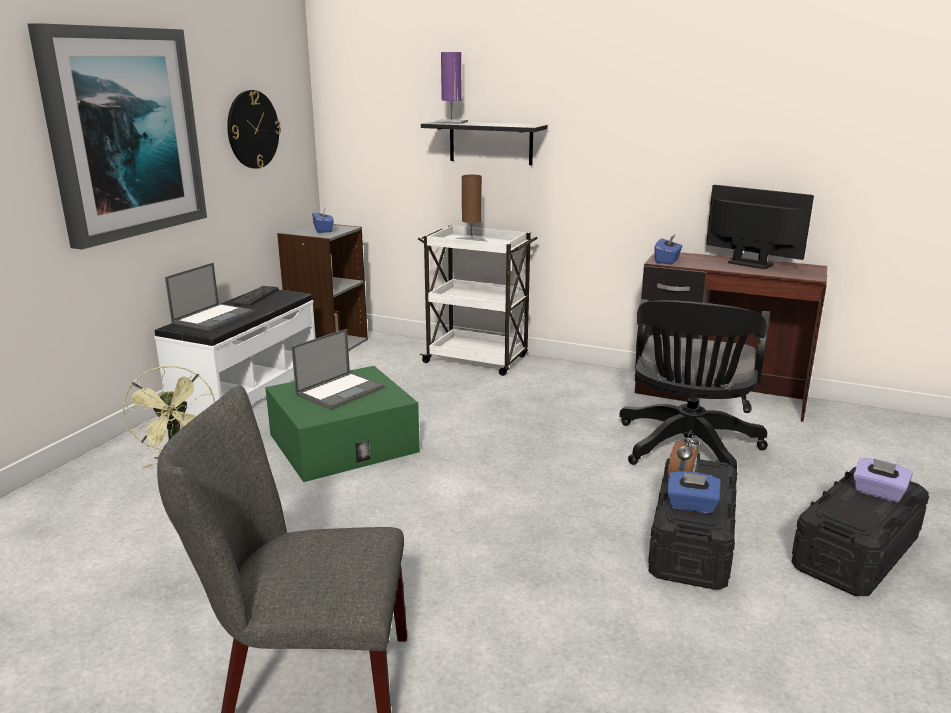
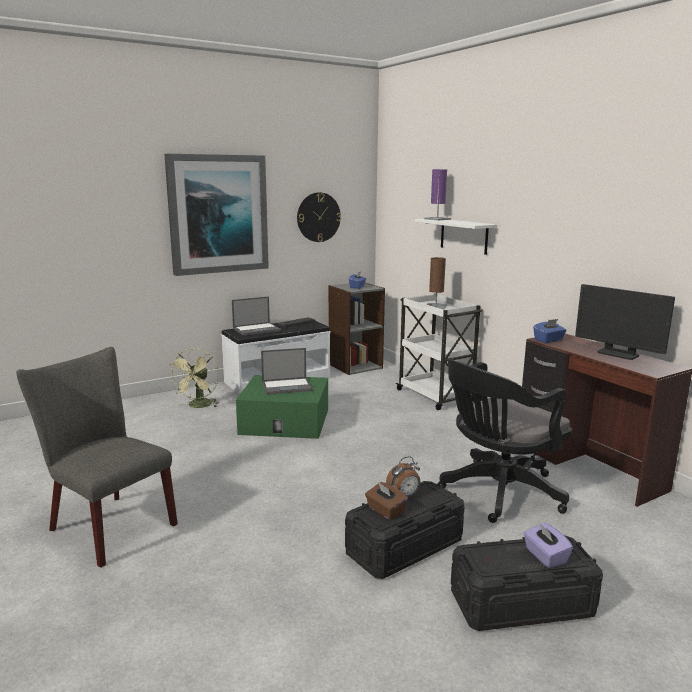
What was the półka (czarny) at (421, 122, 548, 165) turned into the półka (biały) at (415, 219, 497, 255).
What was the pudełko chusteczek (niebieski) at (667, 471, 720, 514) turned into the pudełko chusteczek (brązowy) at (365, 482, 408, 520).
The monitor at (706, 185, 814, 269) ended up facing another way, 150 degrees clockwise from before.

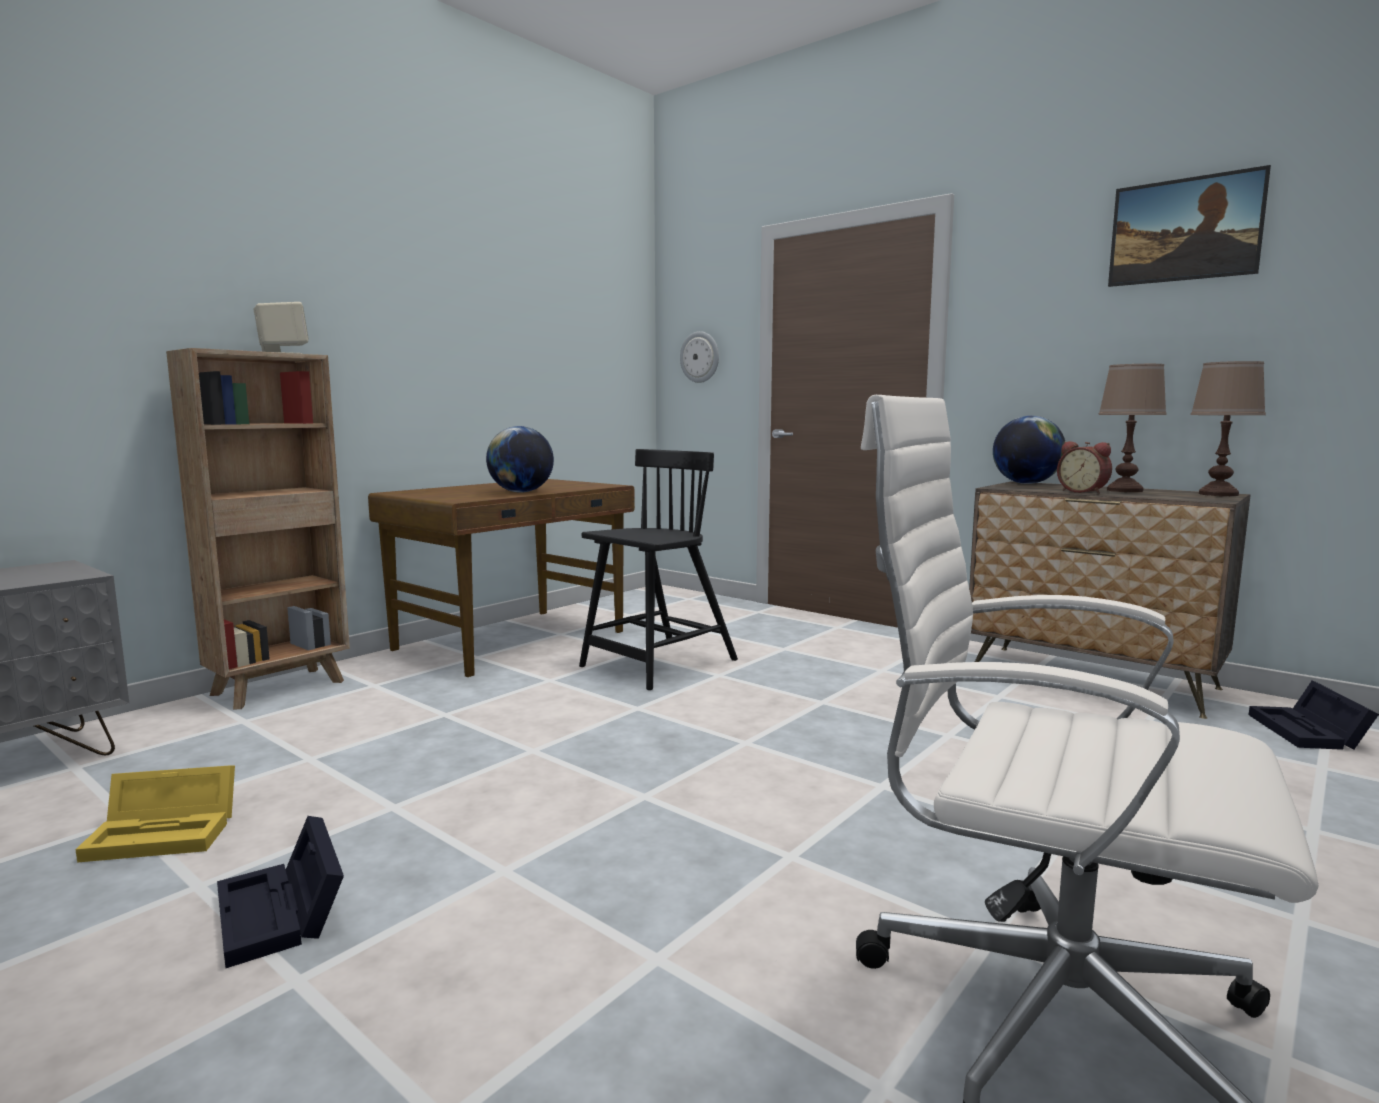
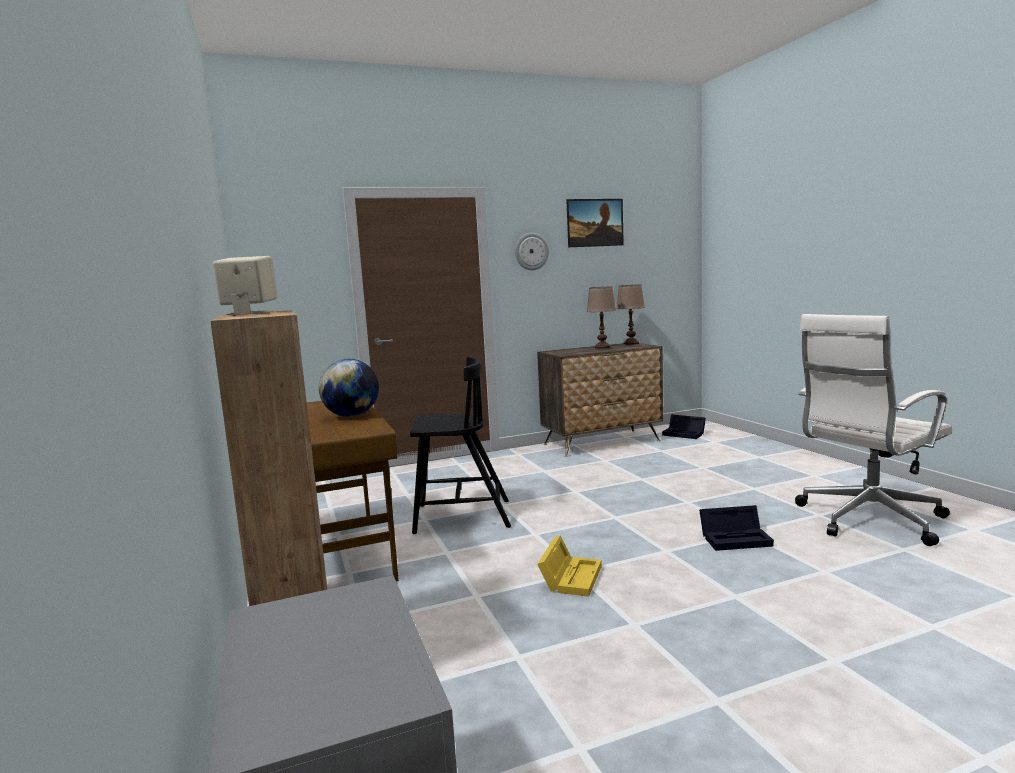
The second view lost the globus at (993, 416, 1065, 484).
The second view lost the budzik at (1057, 441, 1112, 494).
The pojemnik do przechowywania (żółty) ended up elsewhere, having gone from (75, 765, 235, 862) to (537, 535, 602, 597).
The pojemnik do przechowywania (czarny) ended up elsewhere, having gone from (217, 816, 344, 968) to (699, 505, 774, 551).
The zegar ścienny ended up elsewhere, having gone from (680, 331, 719, 383) to (515, 233, 549, 270).
The krzesło (czarny) at (579, 449, 738, 690) ended up facing another way, 105 degrees clockwise from before.

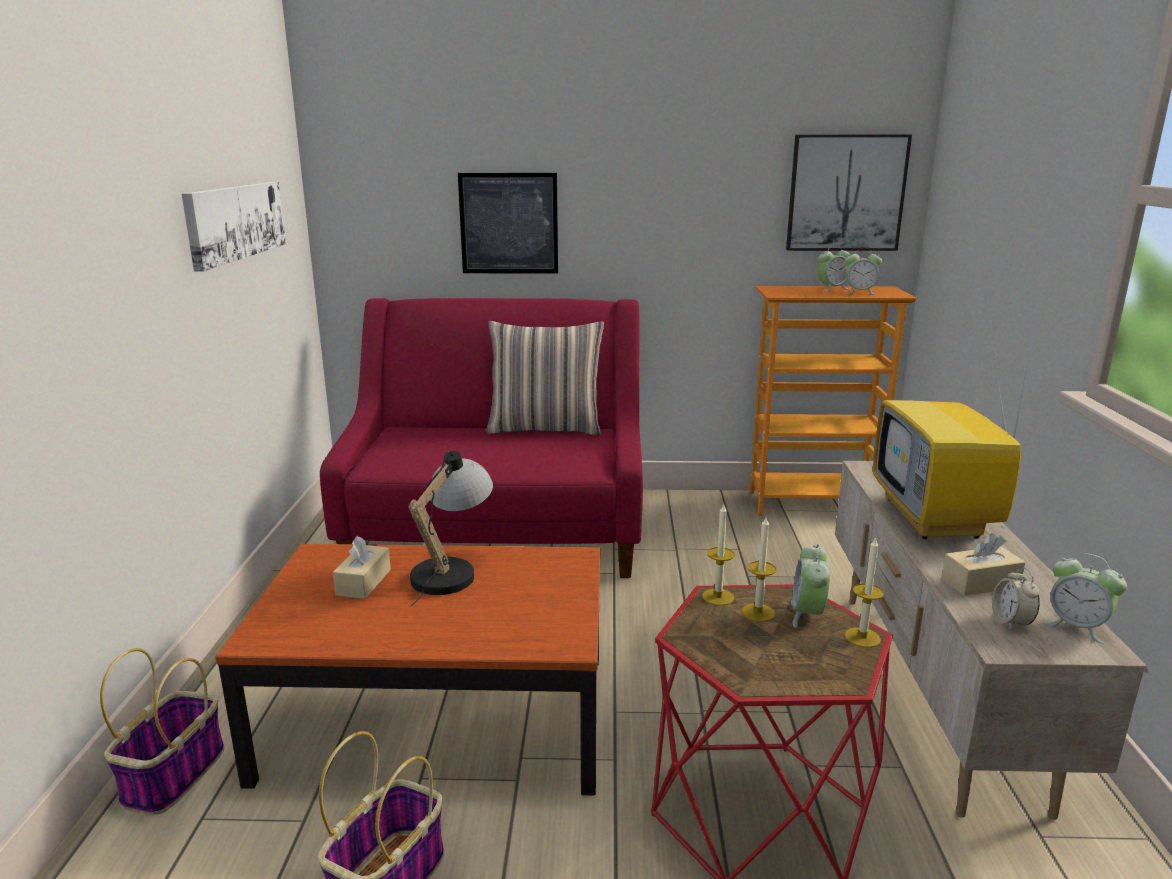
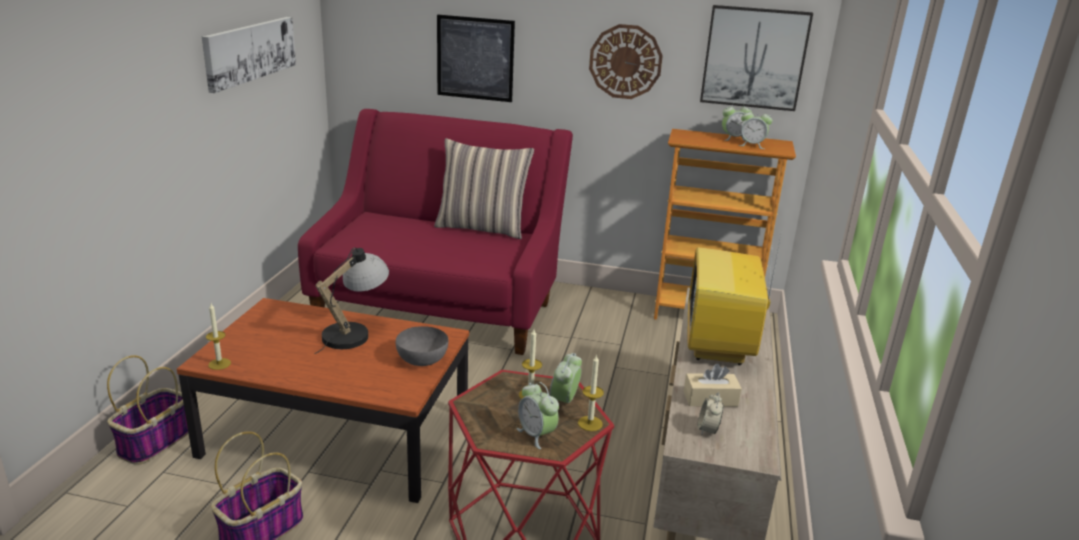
The second view lost the pudełko chusteczek (beżowy) at (333, 536, 391, 599).
The second view gained the miska (szary) at (396, 326, 448, 366).
The second view gained the zegar ścienny at (589, 24, 663, 99).
The świeca ended up elsewhere, having gone from (702, 504, 735, 606) to (206, 304, 231, 370).
The budzik ended up elsewhere, having gone from (1044, 553, 1127, 644) to (517, 382, 559, 449).

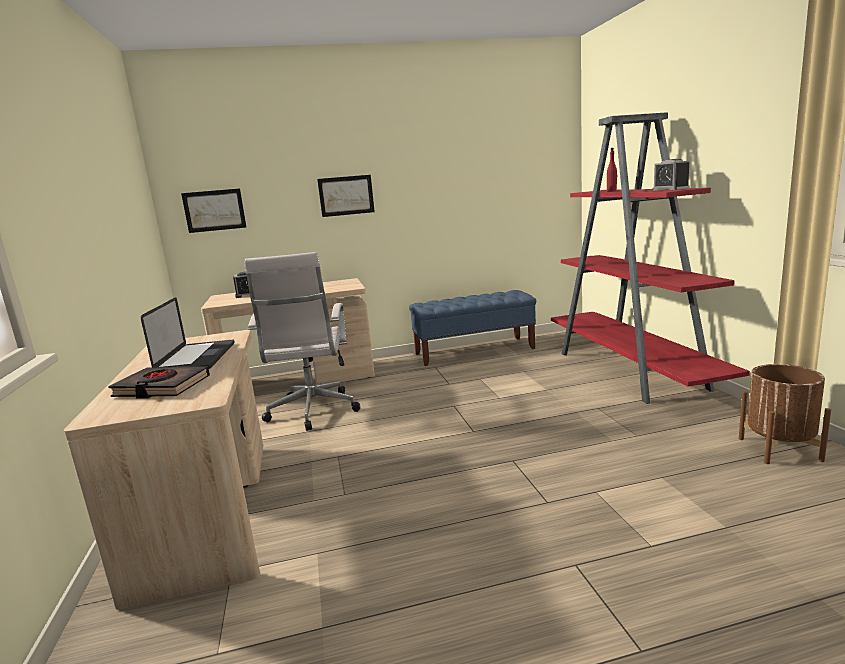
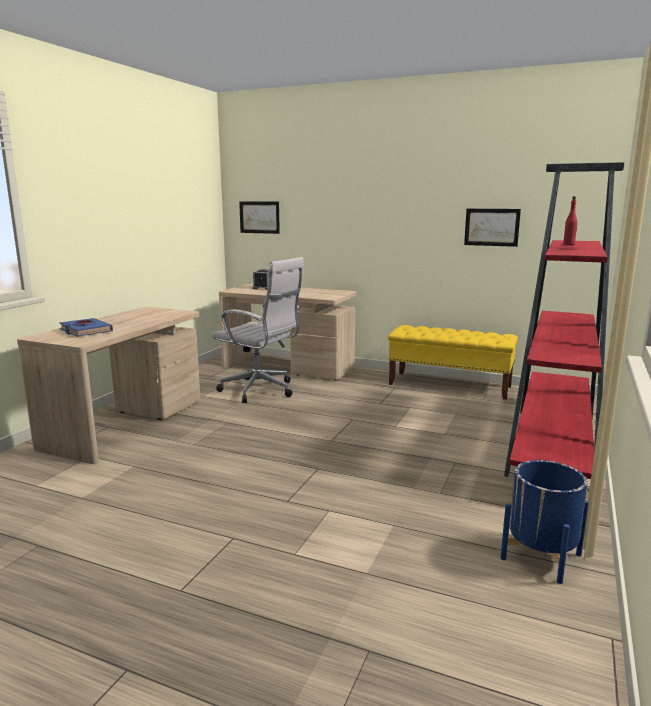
The second view lost the laptop at (141, 297, 235, 369).
The second view lost the budzik at (652, 159, 690, 191).
The obraz ended up elsewhere, having gone from (317, 175, 375, 217) to (464, 209, 521, 247).
What was the książka (czarny) at (108, 366, 210, 399) turned into the książka (niebieski) at (59, 318, 113, 337).
What was the ławka (niebieski) at (409, 290, 536, 366) turned into the ławka (żółty) at (388, 325, 518, 400).
What was the donica (brązowy) at (739, 364, 831, 464) turned into the donica (niebieski) at (501, 460, 589, 584).
The krzesło biurowe (biały) at (244, 252, 360, 431) ended up facing another way, 90 degrees counterclockwise from before.

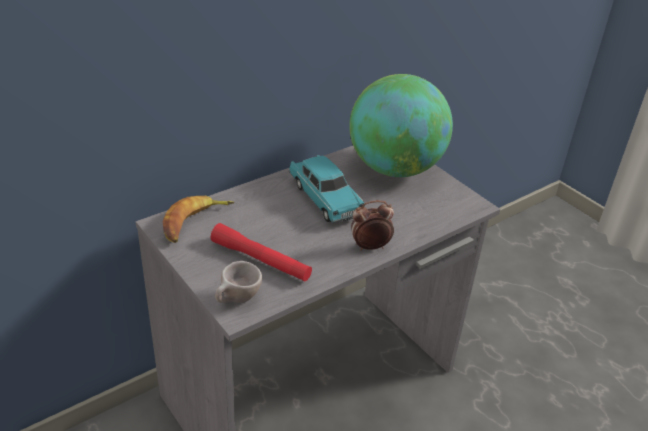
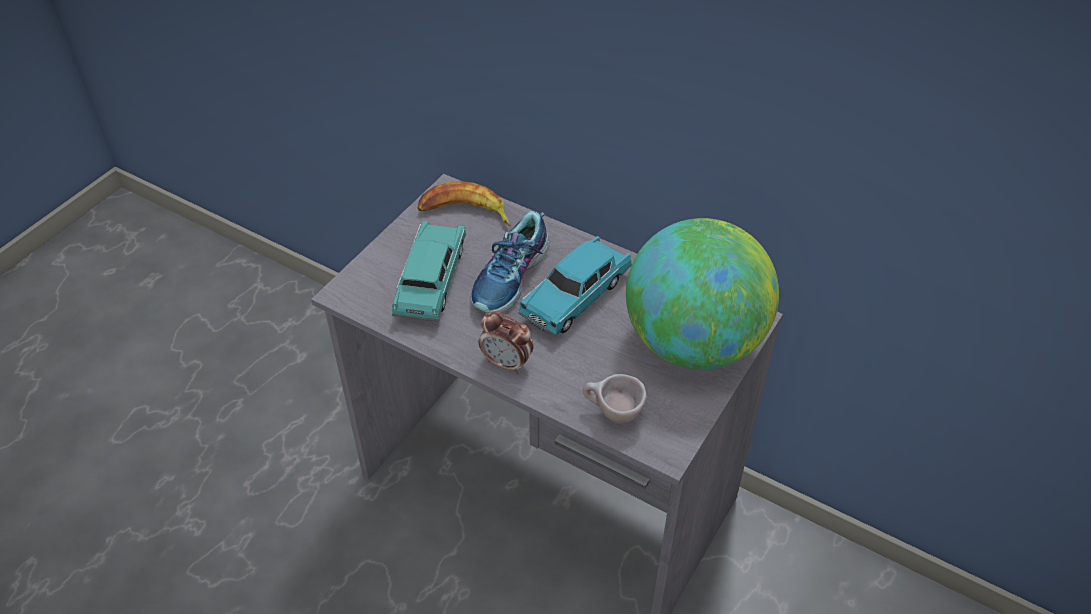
The second view gained the but at (471, 211, 549, 313).
The filiżanka (beżowy) ended up elsewhere, having gone from (215, 261, 262, 303) to (583, 374, 647, 424).
Where the latarka (czerwony) stood at (211, 223, 312, 282), the samochodzik (turkusowy) came to stand at (392, 221, 466, 322).
The budzik at (351, 200, 394, 251) ended up facing another way, 150 degrees clockwise from before.

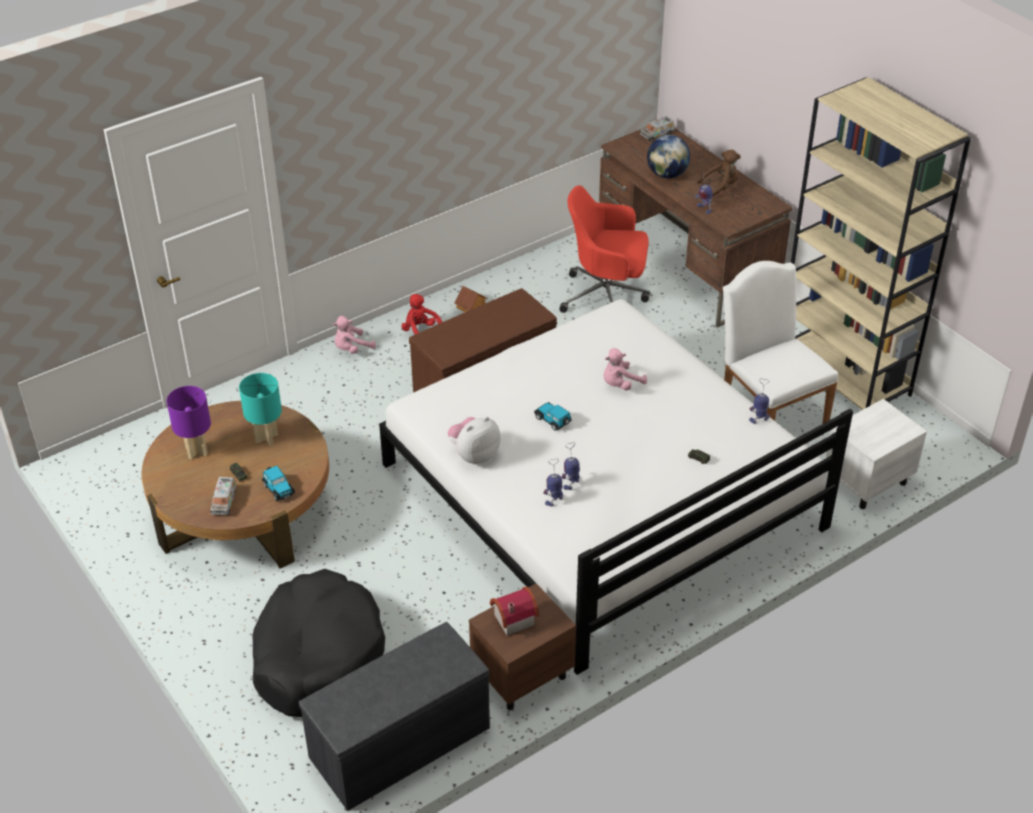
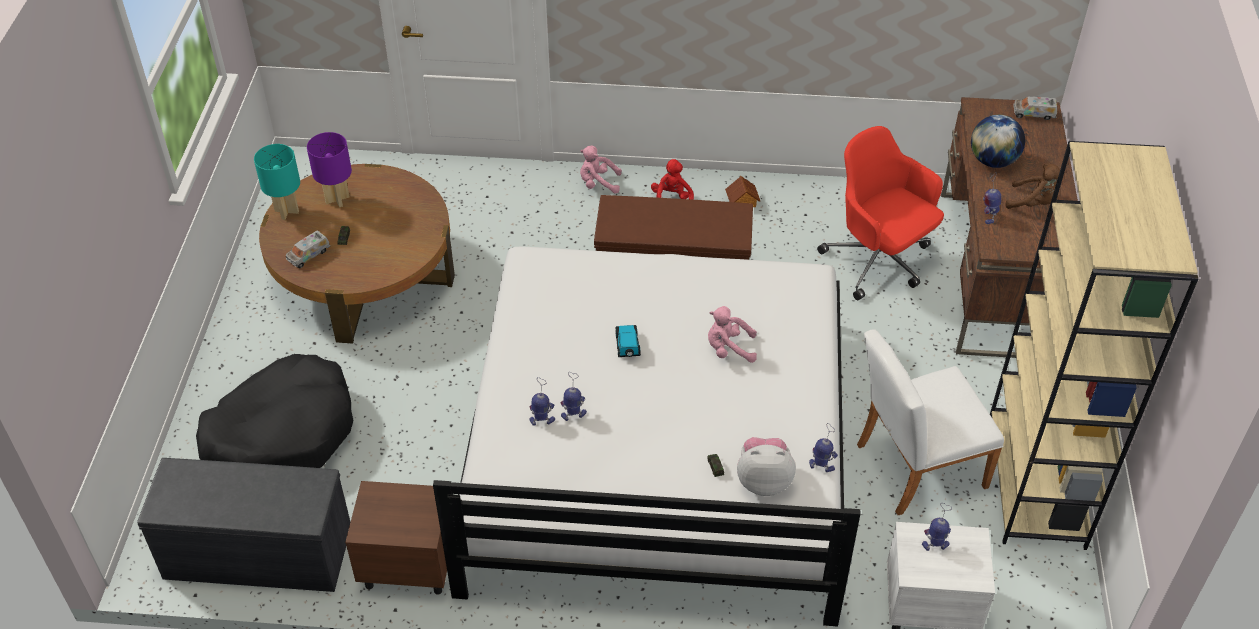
The second view lost the samochodzik at (262, 466, 295, 501).
The second view lost the domek at (490, 587, 539, 636).
The second view gained the robot zabawkowy at (922, 503, 952, 551).
The lampa stołowa (turkusowy) ended up elsewhere, having gone from (239, 373, 282, 446) to (254, 144, 300, 220).
The pluszak ended up elsewhere, having gone from (448, 417, 501, 464) to (737, 437, 796, 496).
The krzesło (biały) at (723, 261, 838, 424) ended up facing another way, 120 degrees counterclockwise from before.

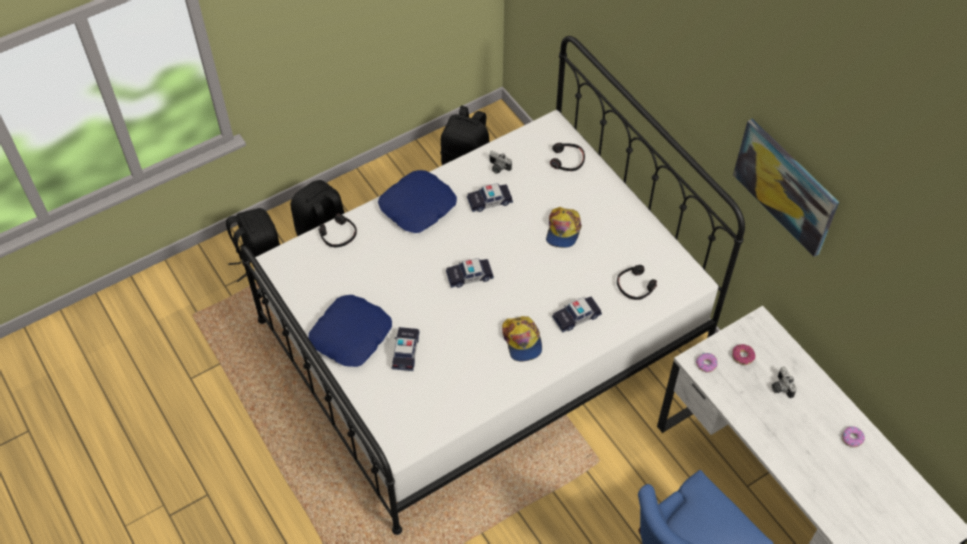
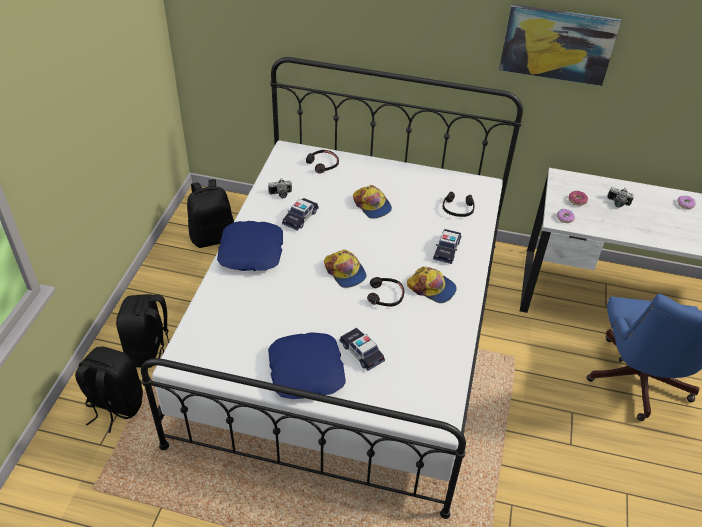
The słuchawki (czarny) ended up elsewhere, having gone from (318, 213, 357, 247) to (367, 277, 404, 307).
Where the samochodzik stood at (446, 258, 494, 288), the czapka z daszkiem came to stand at (324, 249, 367, 288).

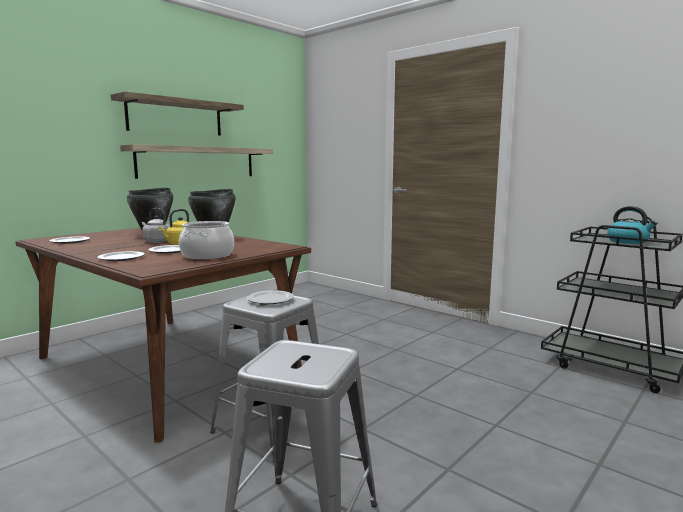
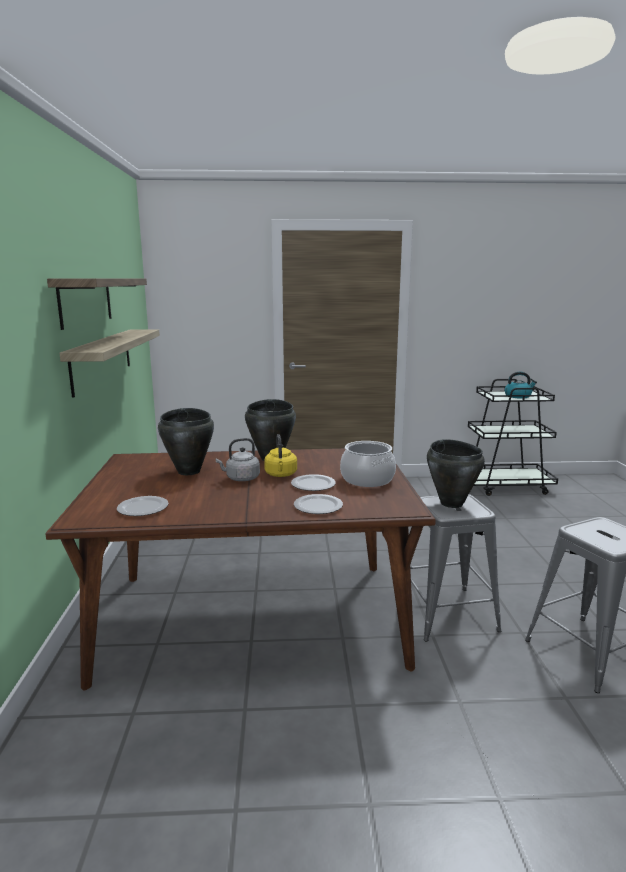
Where the talerz stood at (247, 290, 294, 304), the garnek (czarny) came to stand at (427, 439, 485, 508).

